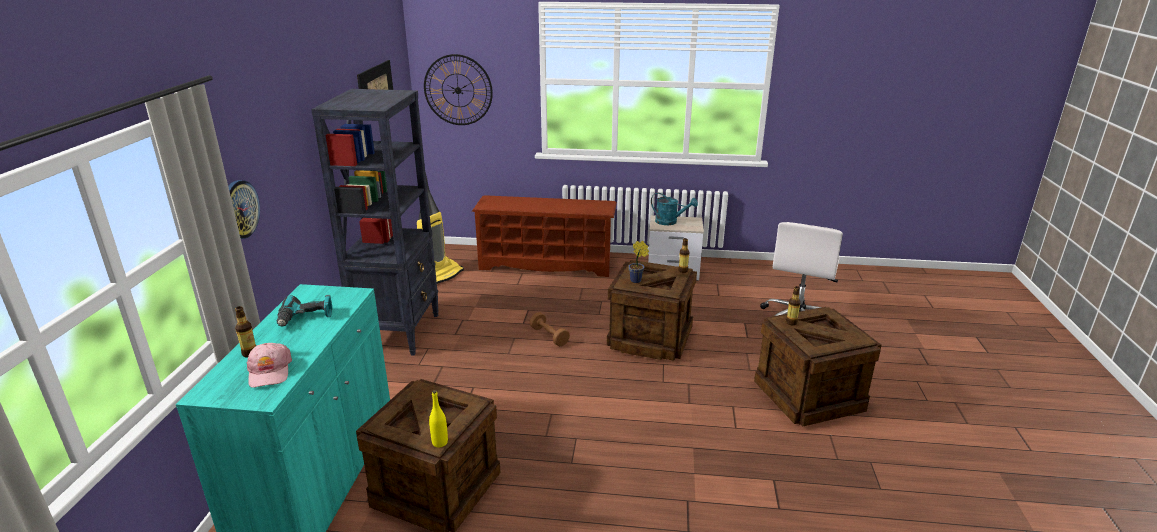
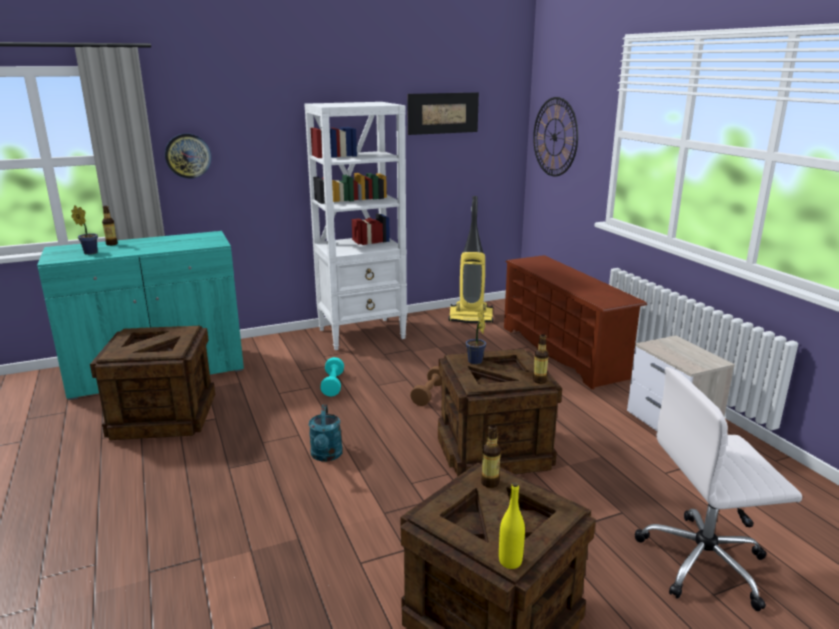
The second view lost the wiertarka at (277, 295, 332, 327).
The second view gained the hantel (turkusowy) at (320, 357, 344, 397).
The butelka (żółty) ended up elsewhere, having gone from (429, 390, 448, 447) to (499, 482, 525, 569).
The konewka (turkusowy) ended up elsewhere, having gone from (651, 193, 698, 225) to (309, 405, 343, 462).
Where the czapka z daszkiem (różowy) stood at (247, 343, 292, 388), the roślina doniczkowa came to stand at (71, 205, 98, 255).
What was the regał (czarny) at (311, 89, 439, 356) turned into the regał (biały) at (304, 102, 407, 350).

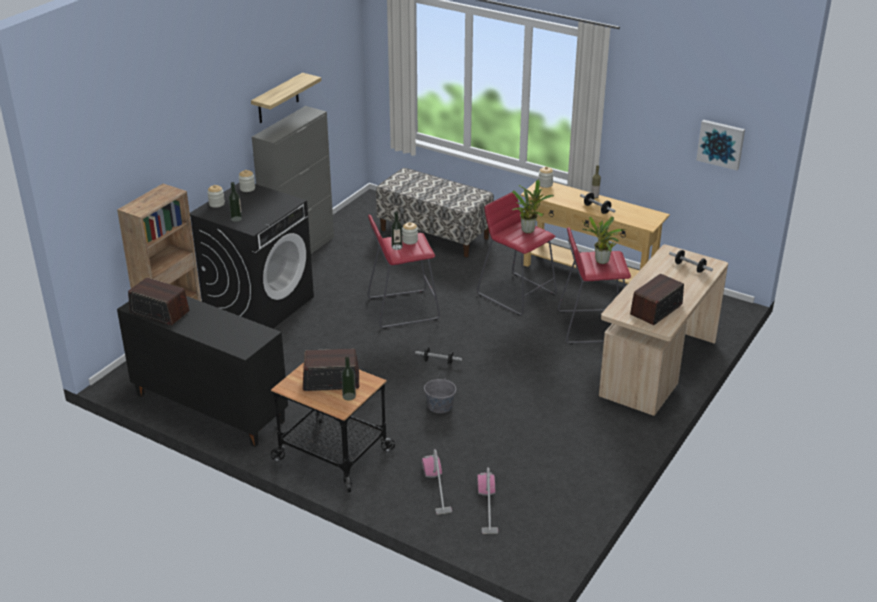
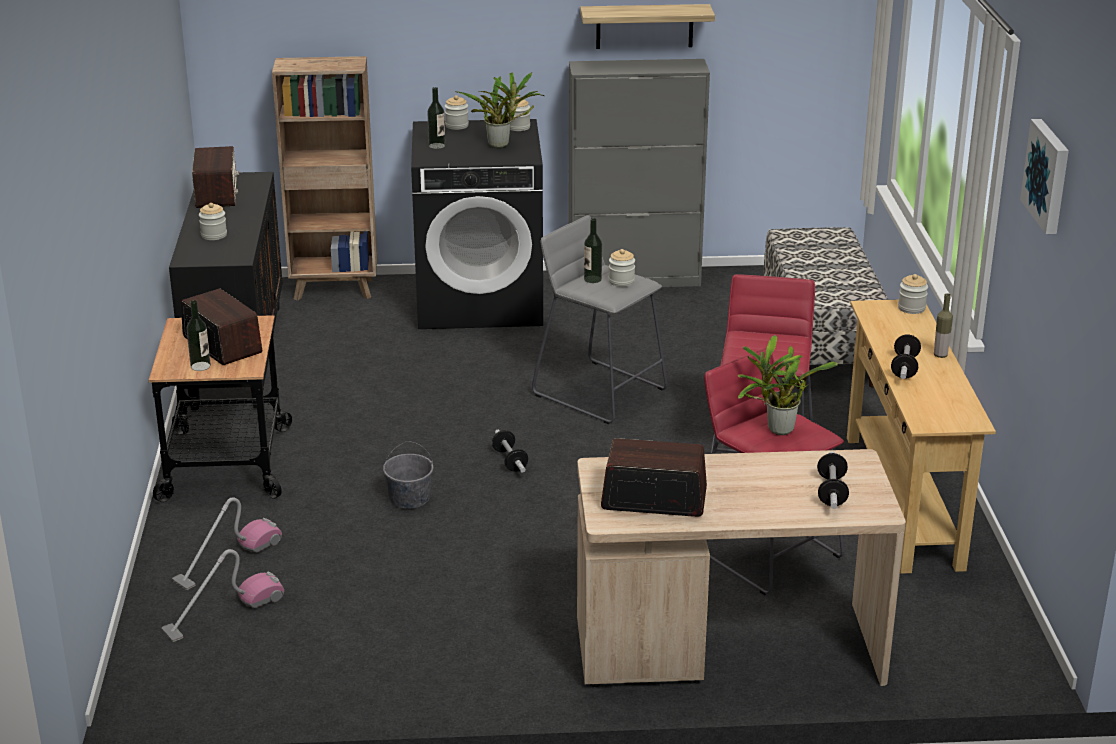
The second view gained the słoik at (199, 203, 227, 240).
The roślina doniczkowa ended up elsewhere, having gone from (512, 179, 554, 233) to (458, 72, 544, 148).
The obraz ended up elsewhere, having gone from (696, 120, 745, 170) to (1020, 119, 1069, 234).
What was the stołek (czerwony) at (368, 214, 440, 329) turned into the stołek (szary) at (532, 215, 668, 424).

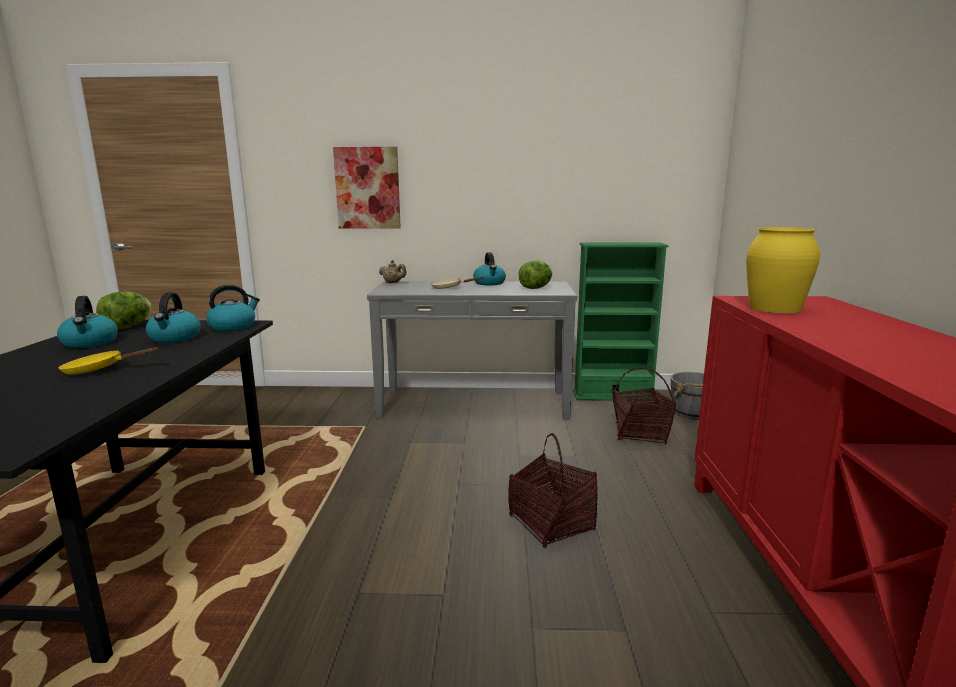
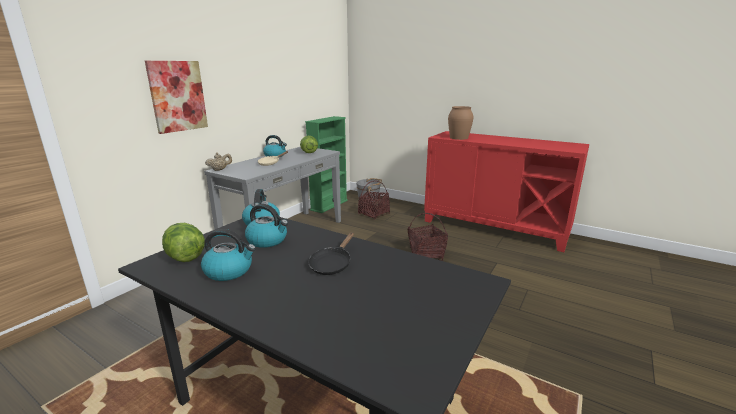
What was the patelnia (żółty) at (59, 347, 158, 375) turned into the patelnia (czarny) at (308, 232, 354, 275).
What was the wazon (żółty) at (746, 227, 820, 313) turned into the wazon (brązowy) at (448, 106, 473, 140).

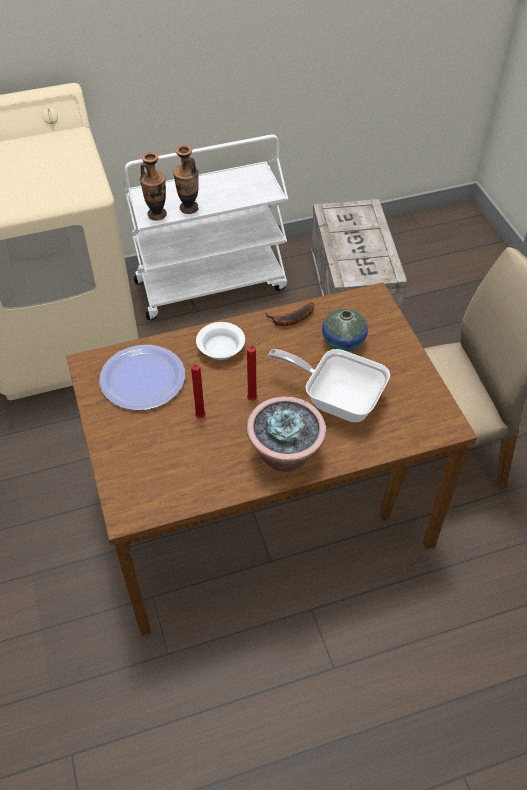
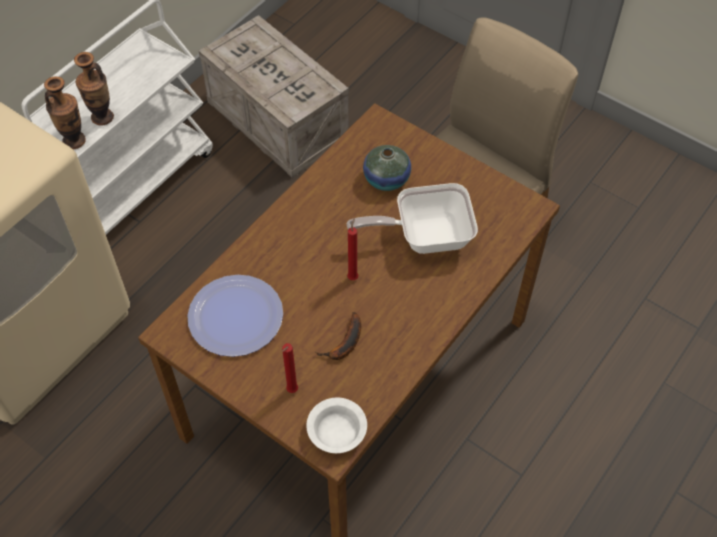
The second view lost the roślina doniczkowa at (246, 396, 326, 472).
The świeca (czerwony) ended up elsewhere, having gone from (187, 364, 206, 418) to (282, 343, 298, 393).
The miska (biały) ended up elsewhere, having gone from (196, 322, 245, 360) to (306, 398, 367, 453).
The banan ended up elsewhere, having gone from (265, 302, 314, 326) to (315, 312, 361, 360).

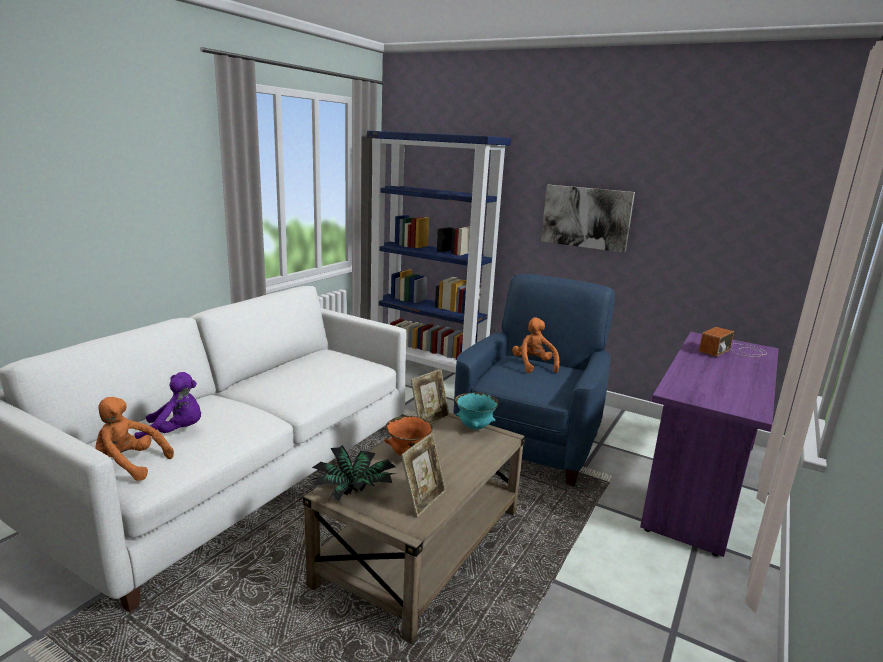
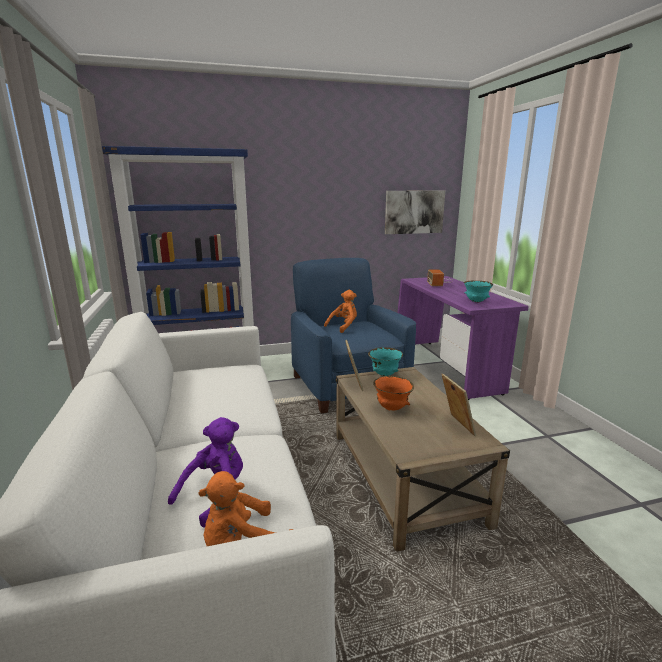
The second view lost the roślina doniczkowa at (309, 445, 396, 502).
The second view gained the miska (turkusowy) at (464, 281, 493, 302).
The obraz ended up elsewhere, having gone from (541, 185, 635, 253) to (385, 191, 445, 234).
The pluszak (pomarańczowy) at (512, 317, 559, 373) ended up facing another way, 105 degrees clockwise from before.

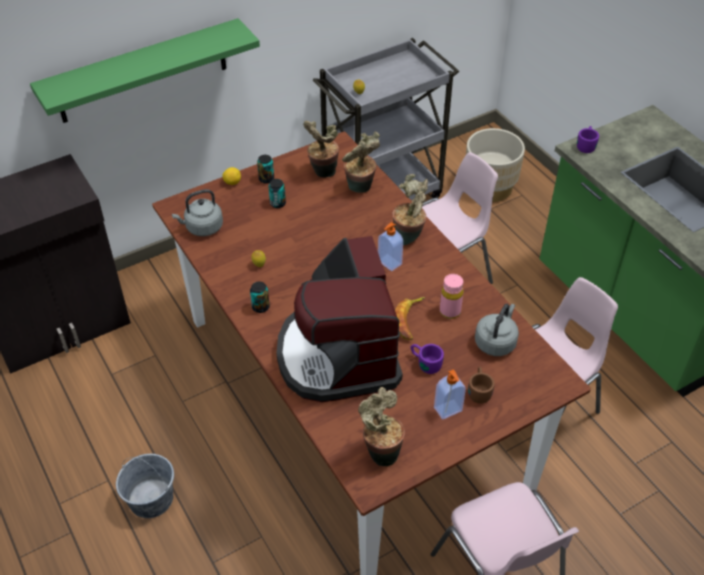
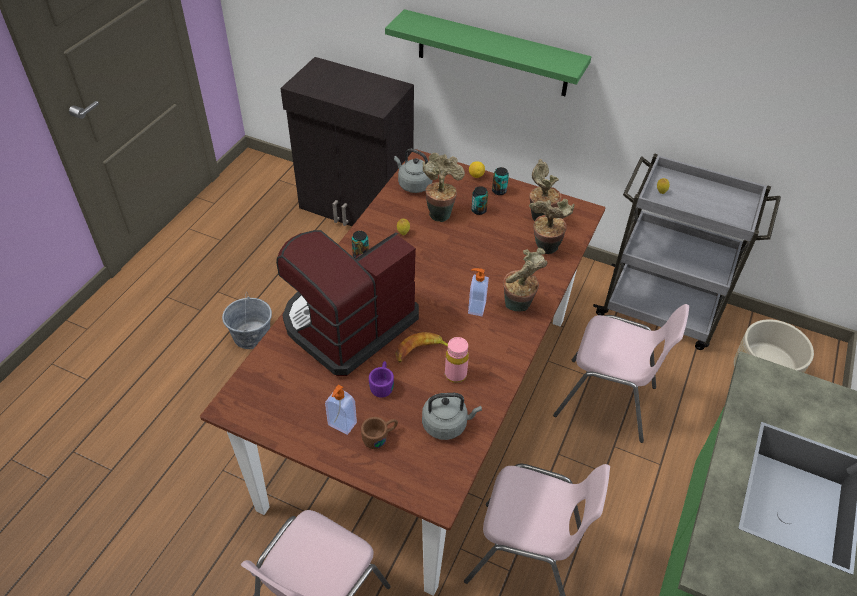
The second view lost the kubek (fioletowy) at (577, 126, 599, 153).
The roślina doniczkowa ended up elsewhere, having gone from (358, 387, 405, 467) to (422, 153, 465, 222).

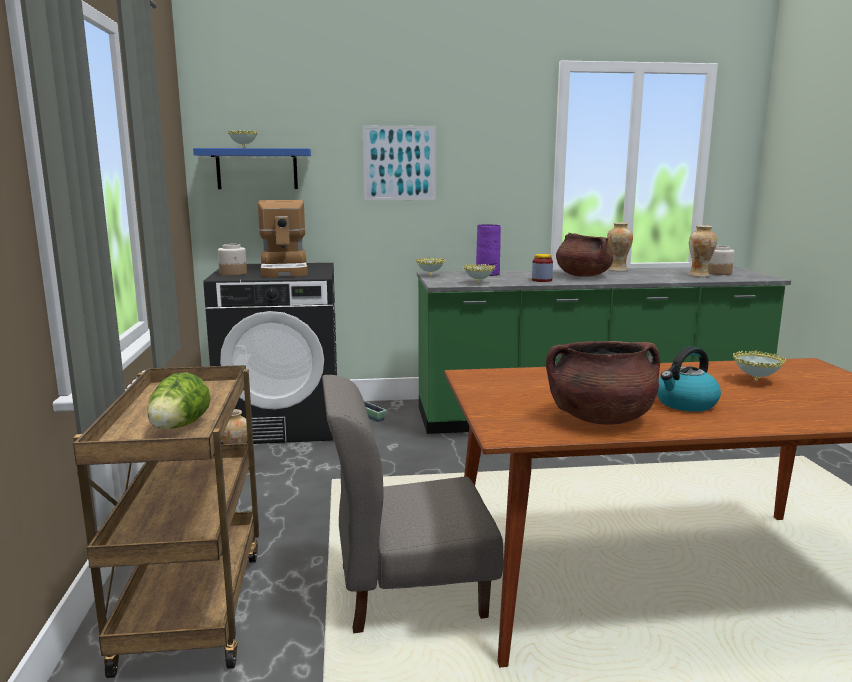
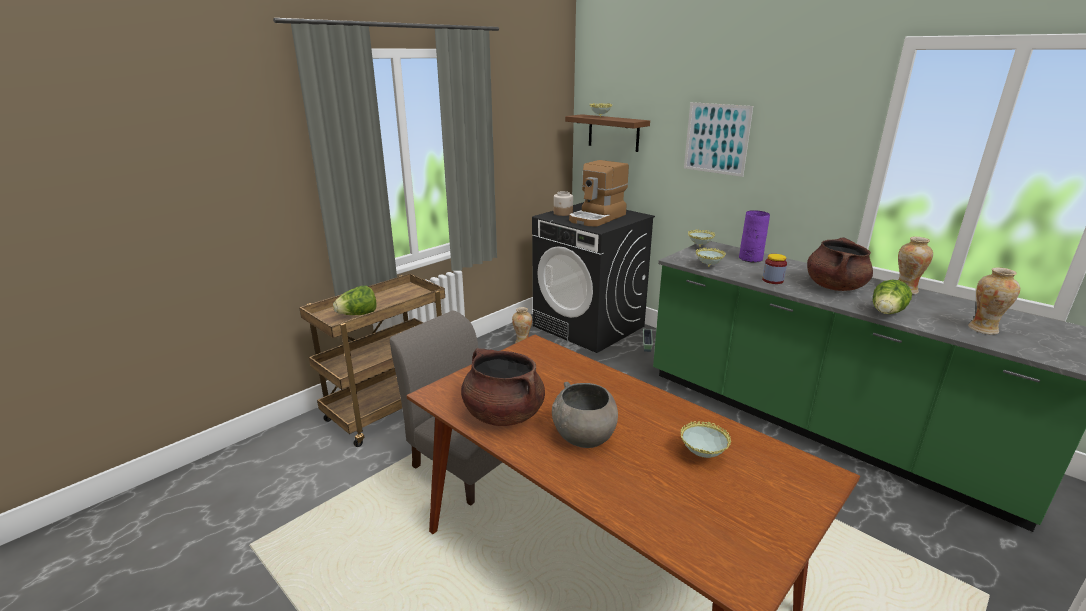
The second view lost the słoik at (708, 246, 734, 275).
The second view gained the sałata at (873, 279, 912, 314).
Where the czajnik stood at (657, 346, 721, 412), the miska (szary) came to stand at (552, 382, 618, 448).
What was the półka (niebieski) at (193, 148, 311, 189) turned into the półka (brązowy) at (565, 114, 650, 152).

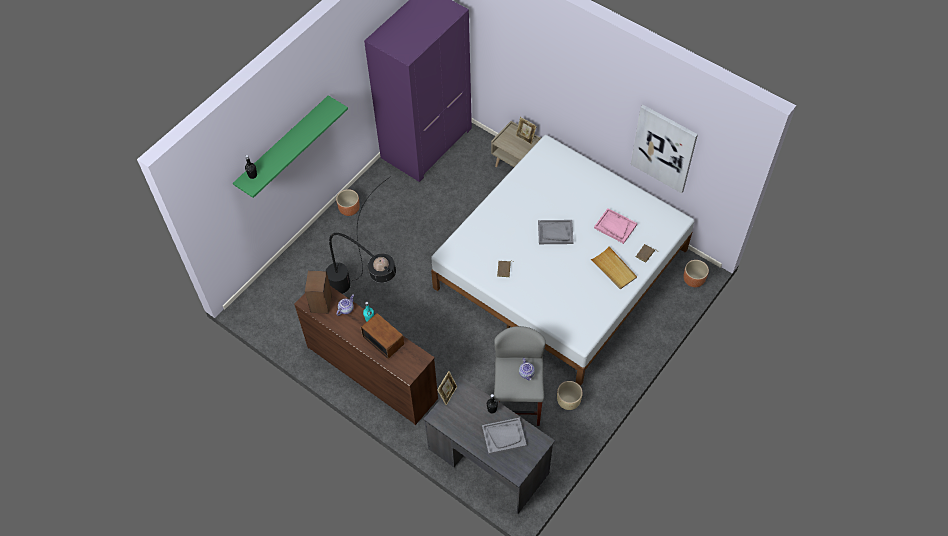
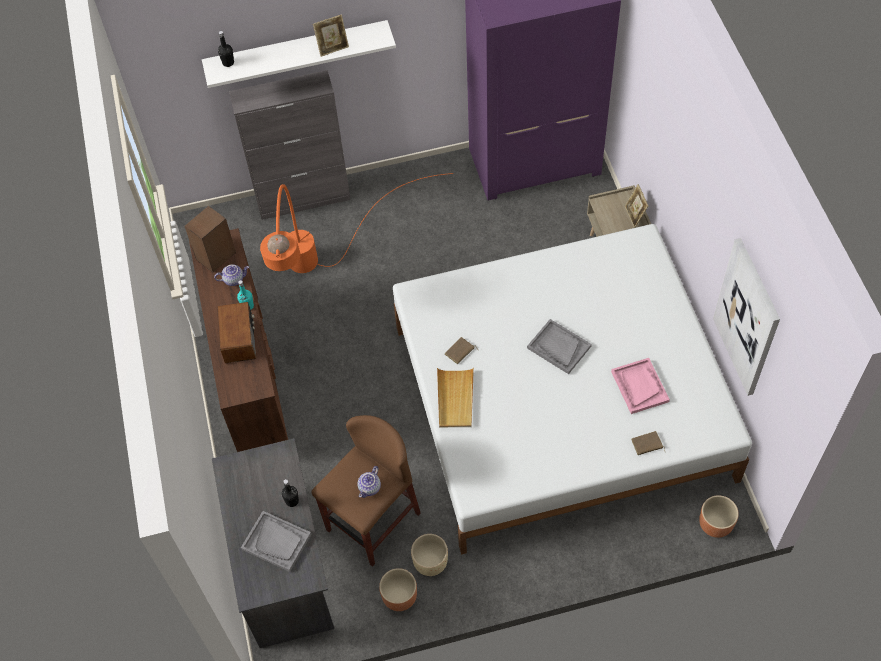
The second view gained the szafka (szary) at (229, 70, 351, 220).
The donica (brązowy) ended up elsewhere, having gone from (336, 189, 360, 216) to (379, 568, 417, 611).
The ramka na zdjęcie ended up elsewhere, having gone from (437, 371, 457, 405) to (313, 14, 349, 57).
The taca (beżowy) ended up elsewhere, having gone from (591, 246, 637, 289) to (437, 368, 474, 427).
What was the półka (zielony) at (233, 95, 348, 198) turned into the półka (biały) at (202, 20, 396, 88).
What was the lampa stojąca (czarny) at (326, 176, 396, 294) turned into the lampa stojąca (pomarańczowy) at (260, 173, 454, 273).
What was the stołek (szary) at (494, 326, 546, 426) turned into the stołek (brązowy) at (312, 415, 421, 567).

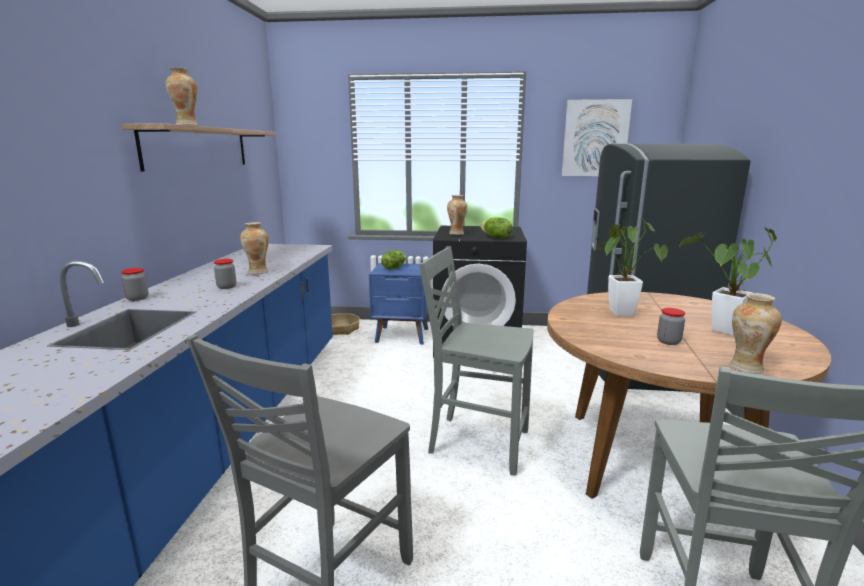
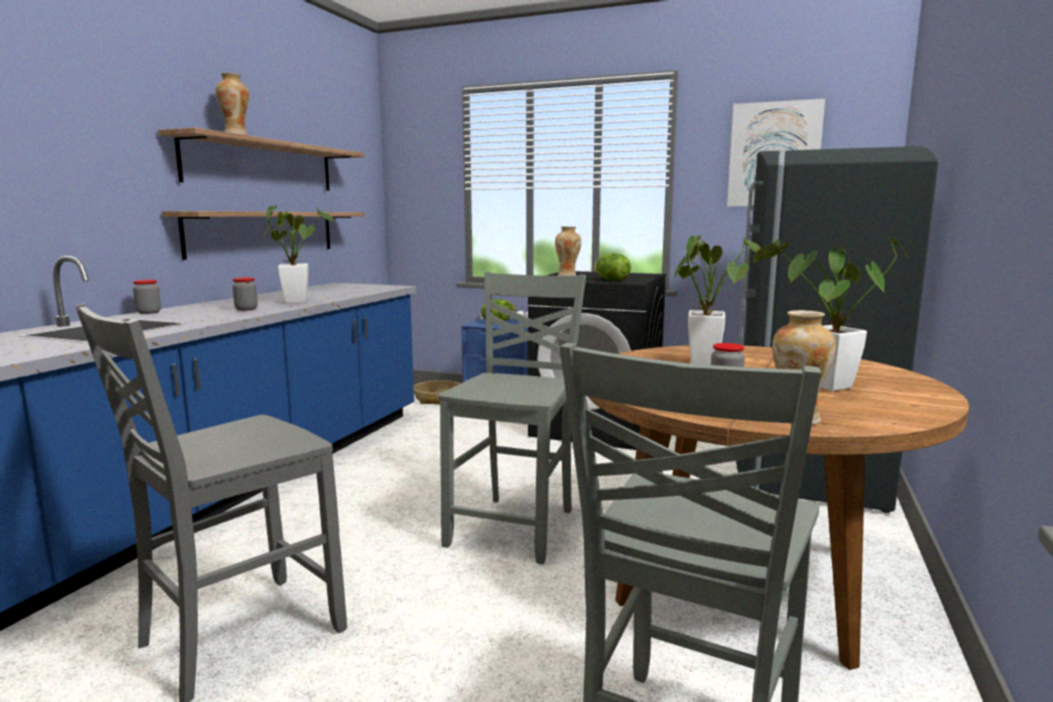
The second view gained the półka at (162, 211, 365, 260).
Where the wazon stood at (240, 222, 269, 275), the roślina doniczkowa came to stand at (264, 205, 334, 303).
The krzesło (szary) at (419, 246, 534, 476) ended up facing another way, 75 degrees clockwise from before.

